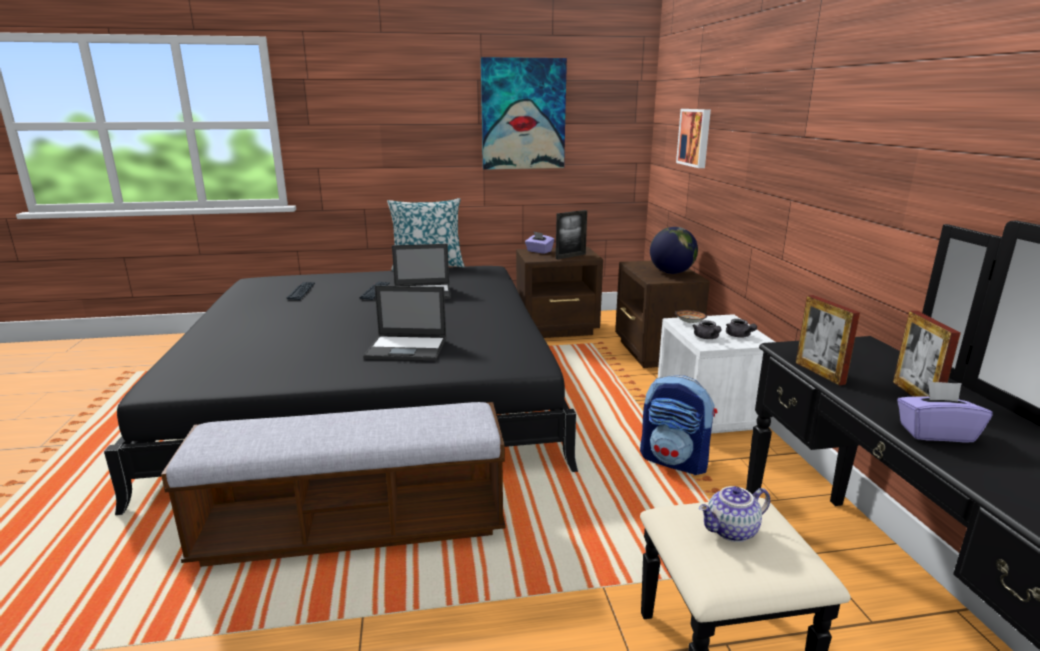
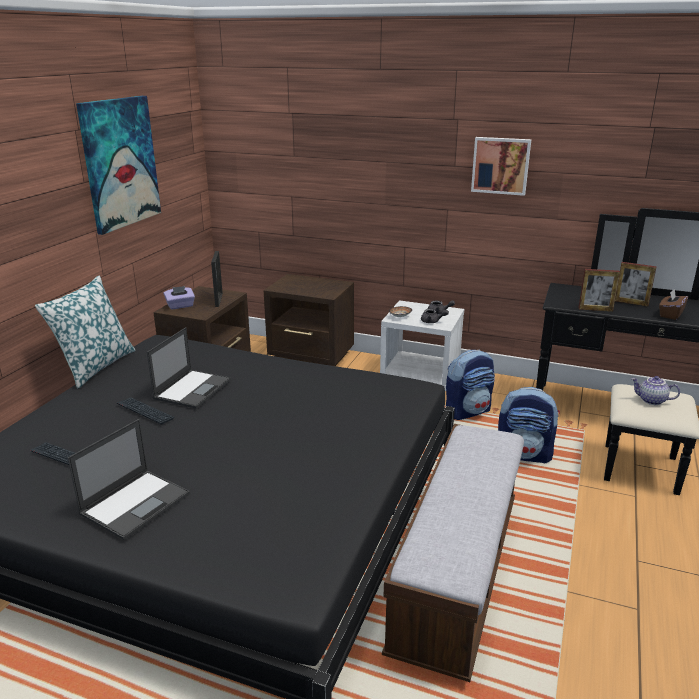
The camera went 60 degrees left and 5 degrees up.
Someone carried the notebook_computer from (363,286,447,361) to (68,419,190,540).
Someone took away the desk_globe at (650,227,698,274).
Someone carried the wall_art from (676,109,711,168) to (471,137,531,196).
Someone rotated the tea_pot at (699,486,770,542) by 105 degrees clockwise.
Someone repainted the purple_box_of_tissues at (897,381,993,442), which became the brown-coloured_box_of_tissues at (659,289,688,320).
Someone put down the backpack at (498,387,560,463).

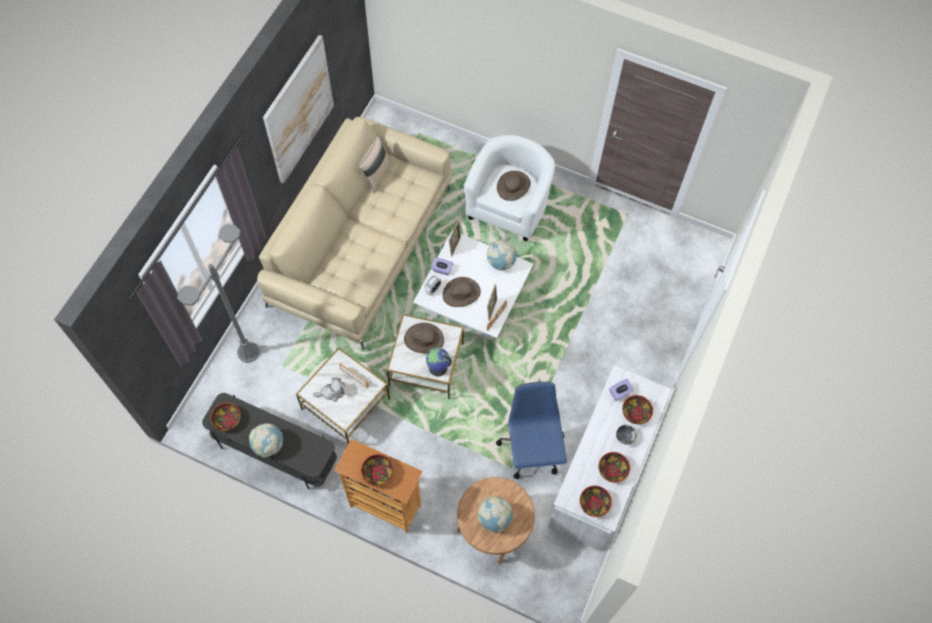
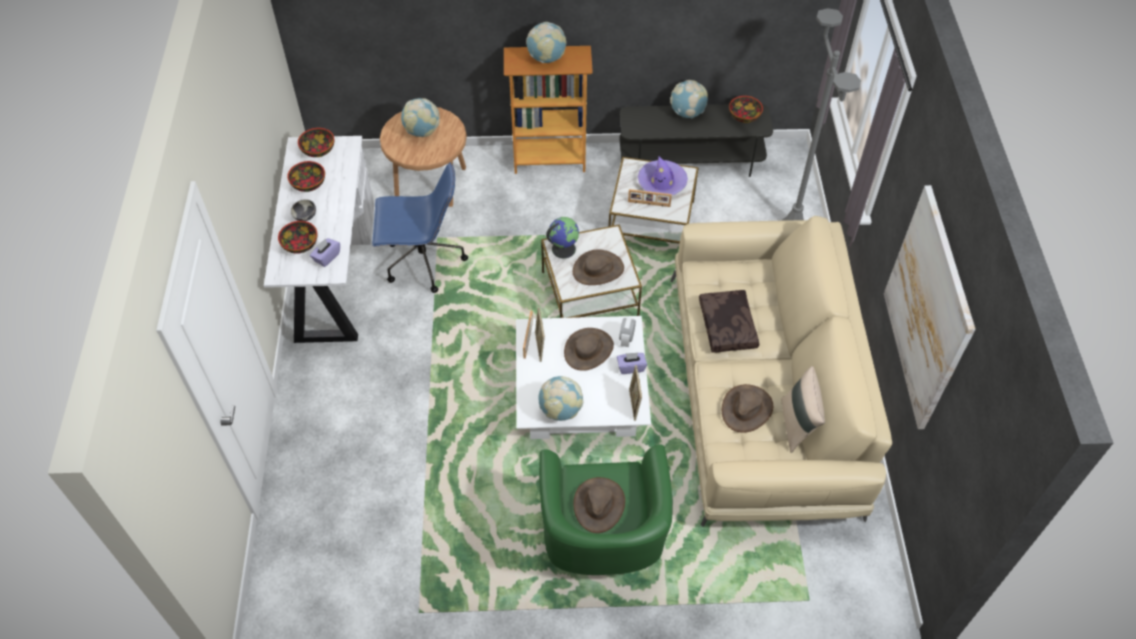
The camera went 155 degrees right and 10 degrees down.
Someone swapped the soft_toy at (313,378,345,402) for the purple_hat at (638,157,688,195).
Someone swapped the deep_dish at (361,454,394,486) for the desk_globe at (526,22,566,63).
Someone repainted the whitish_easy_chair at (464,135,555,241), which became the green-coloured_easy_chair at (539,445,673,575).
Someone rotated the blue_computer_chair at (496,382,567,479) by 60 degrees counterclockwise.
Someone put down the brown-coloured_pillow at (699,290,759,353).
Someone put down the brown-coloured_hat at (722,384,773,433).

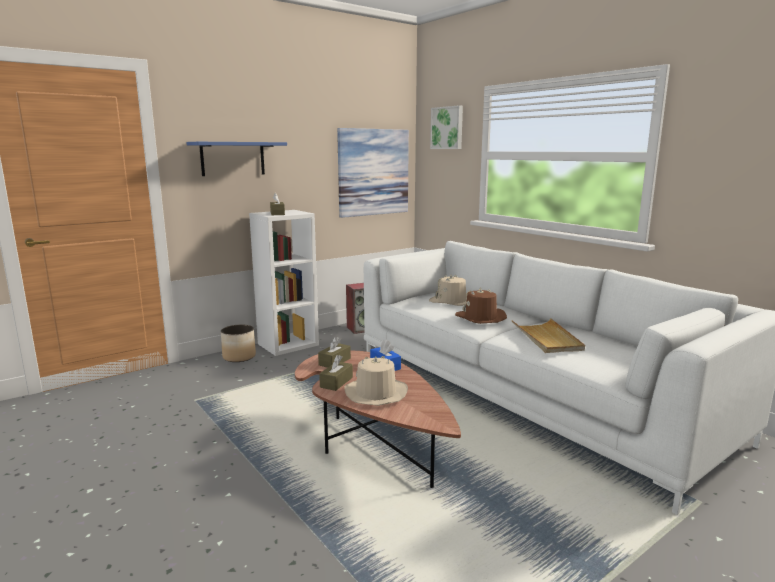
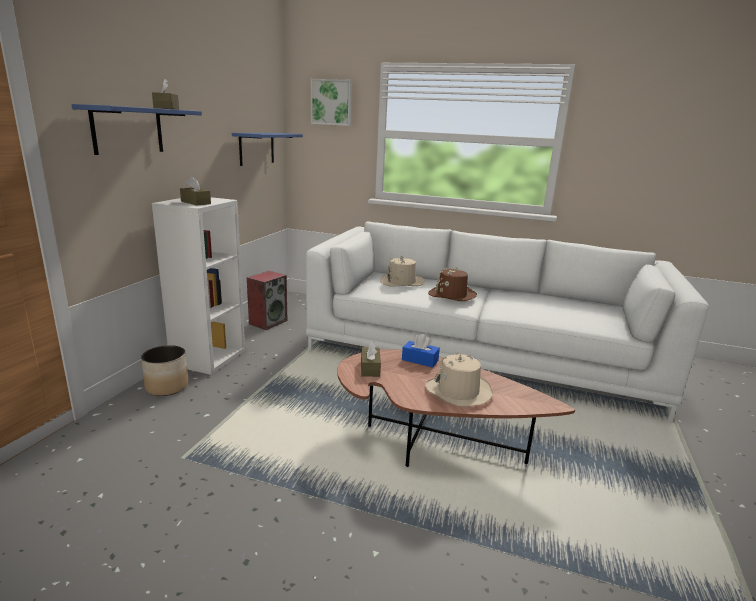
The camera went 35 degrees left and 5 degrees up.
Someone carried the brown-coloured_box_of_tissues from (319,355,353,391) to (152,79,179,110).
Someone swapped the wall_art at (337,128,409,218) for the blue_bracket_shelf at (232,133,303,166).
Someone took away the beige-coloured_carrying_tray at (512,318,585,353).

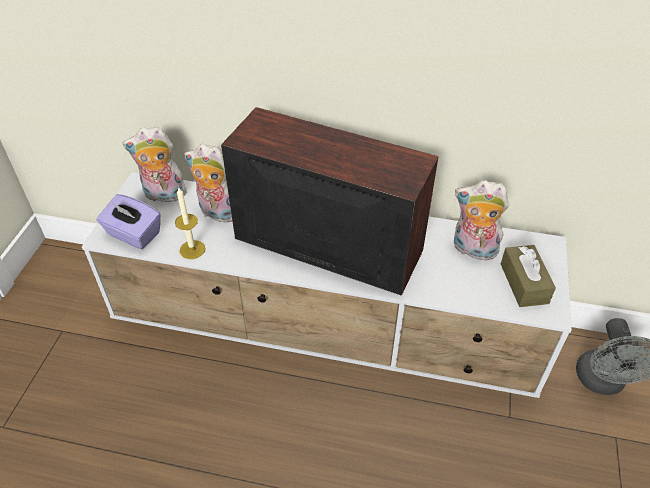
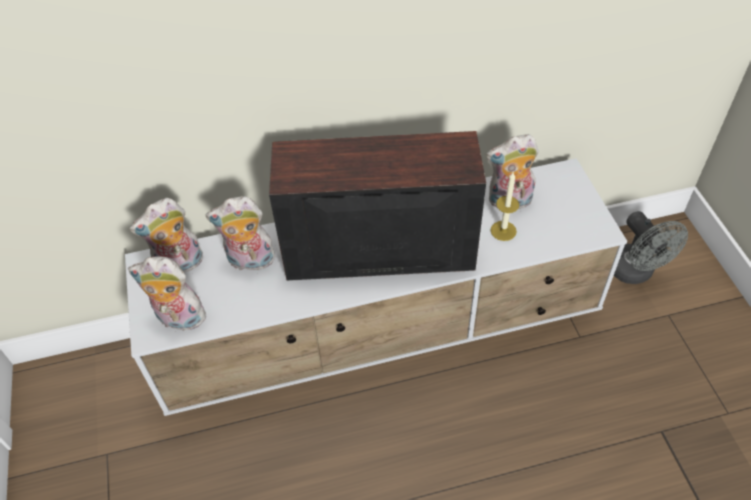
The camera went 25 degrees left and 5 degrees up.
Someone swapped the purple_box_of_tissues at (96,194,161,249) for the soft_toy at (128,256,208,331).
Someone carried the wax_light from (175,188,205,259) to (491,172,519,241).
Someone took away the brown-coloured_box_of_tissues at (501,245,556,307).

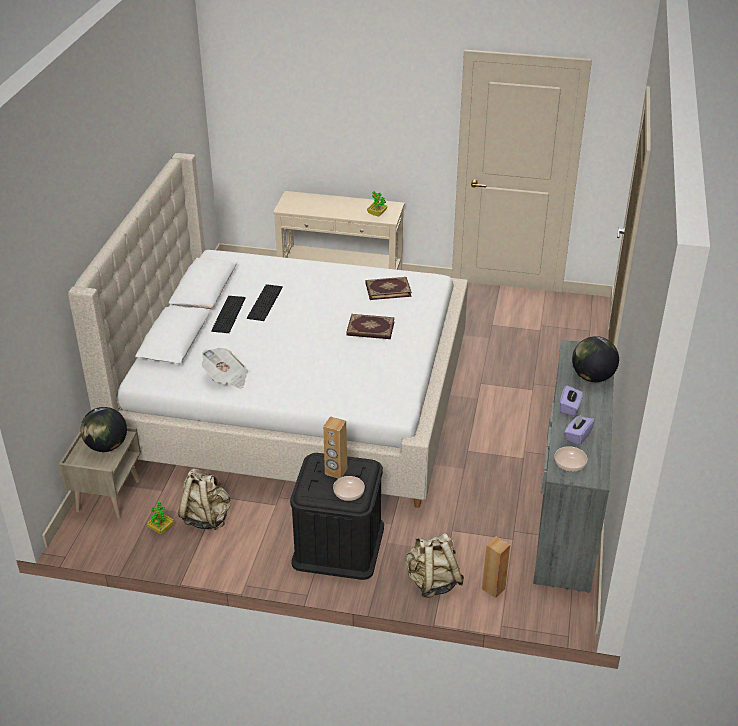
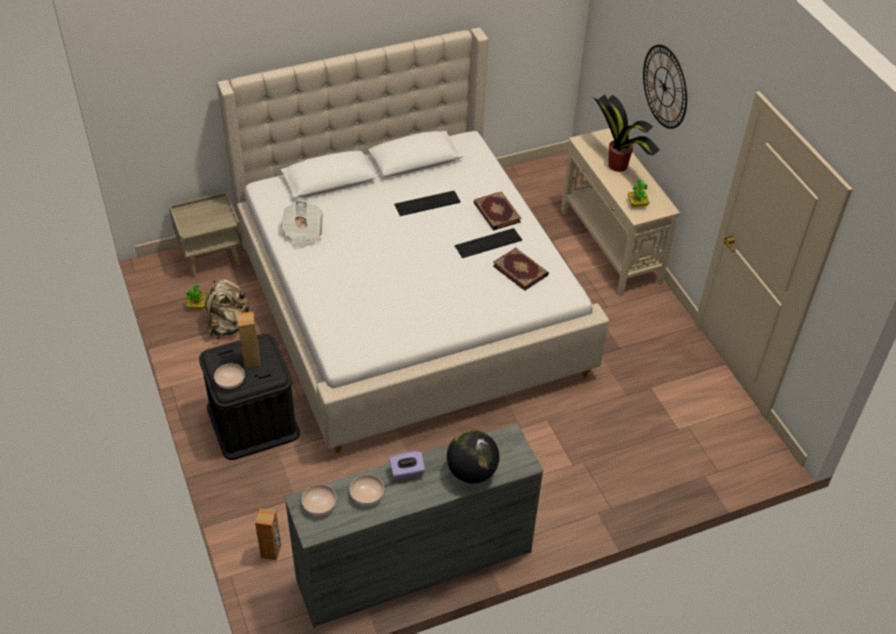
The camera went 55 degrees right and 10 degrees up.
Someone took away the desk_globe at (80,407,127,452).
Someone carried the PC_keyboard from (211,296,246,333) to (455,228,522,258).
Someone carried the volume from (346,314,395,339) to (473,191,521,230).
Someone took away the beige-coloured_backpack at (406,533,464,598).
Someone swapped the purple_box_of_tissues at (564,414,595,446) for the deep_dish at (350,475,384,505).
Someone put down the potted_plant at (593,95,660,172).
Someone put up the wall_clock at (643,45,687,129).

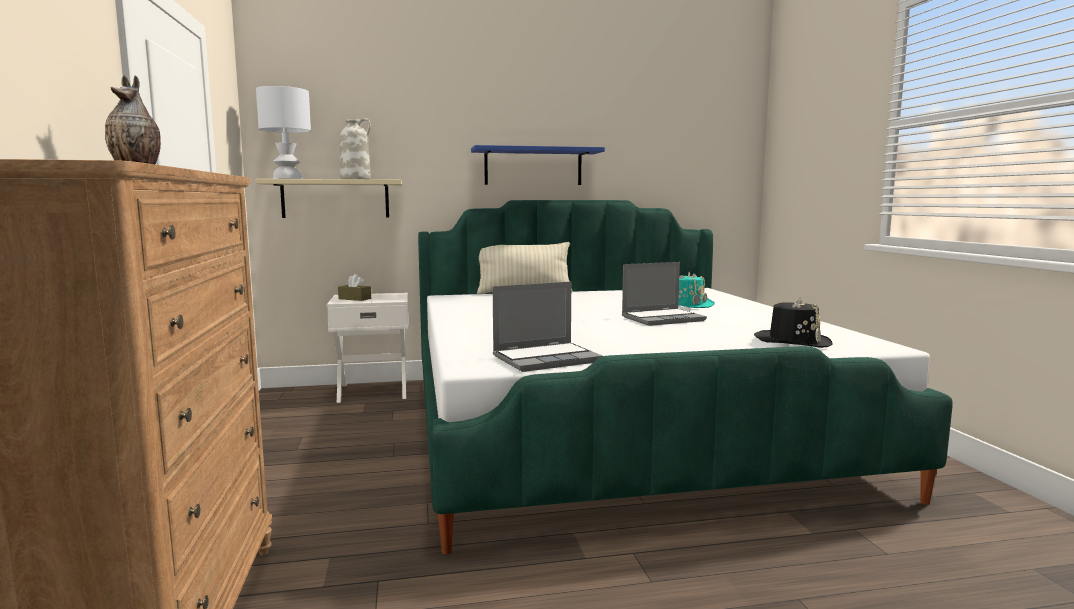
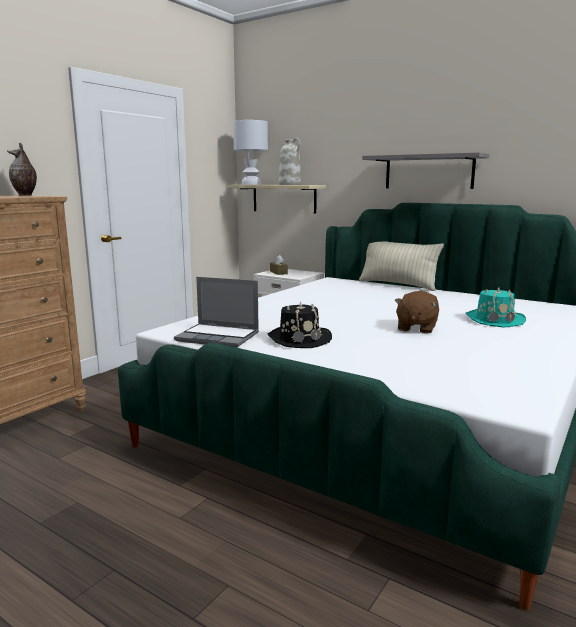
The camera went 45 degrees right and 5 degrees up.
Someone repainted the blue_bracket_shelf at (471,145,605,185), which became the grey_bracket_shelf at (362,152,490,189).
Someone swapped the notebook_computer at (622,262,707,326) for the brown-coloured_soft_toy at (395,291,439,334).
Someone carried the black-coloured_hat from (754,298,833,348) to (268,302,332,348).

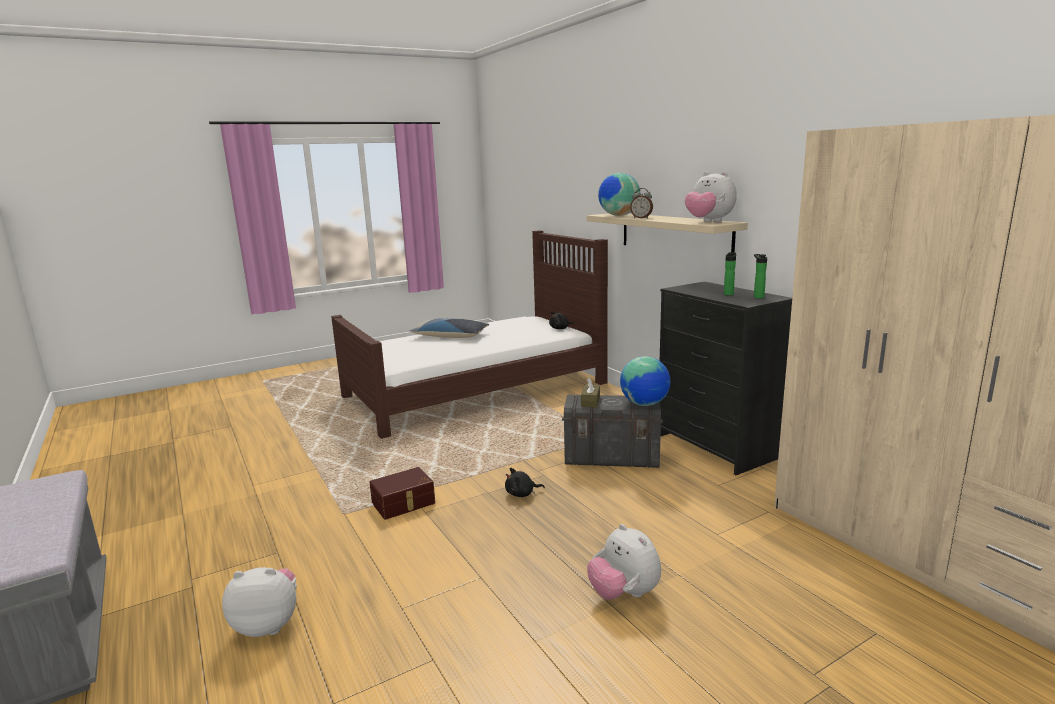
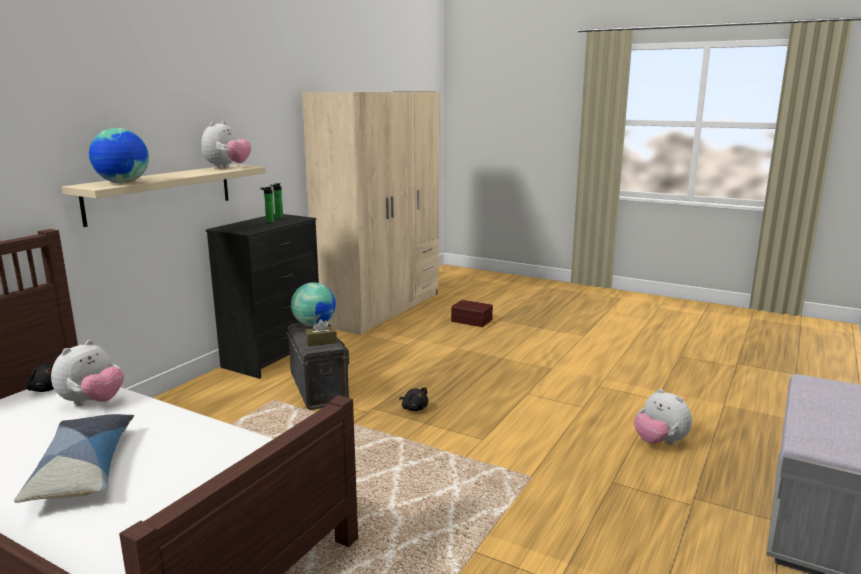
The camera went 120 degrees left and 0 degrees up.
Someone carried the brown-coloured_storage_box from (369,467,435,520) to (451,300,493,327).
Someone carried the soft_toy from (587,524,661,600) to (51,340,124,406).
Someone took away the bedside_clock at (630,188,653,219).

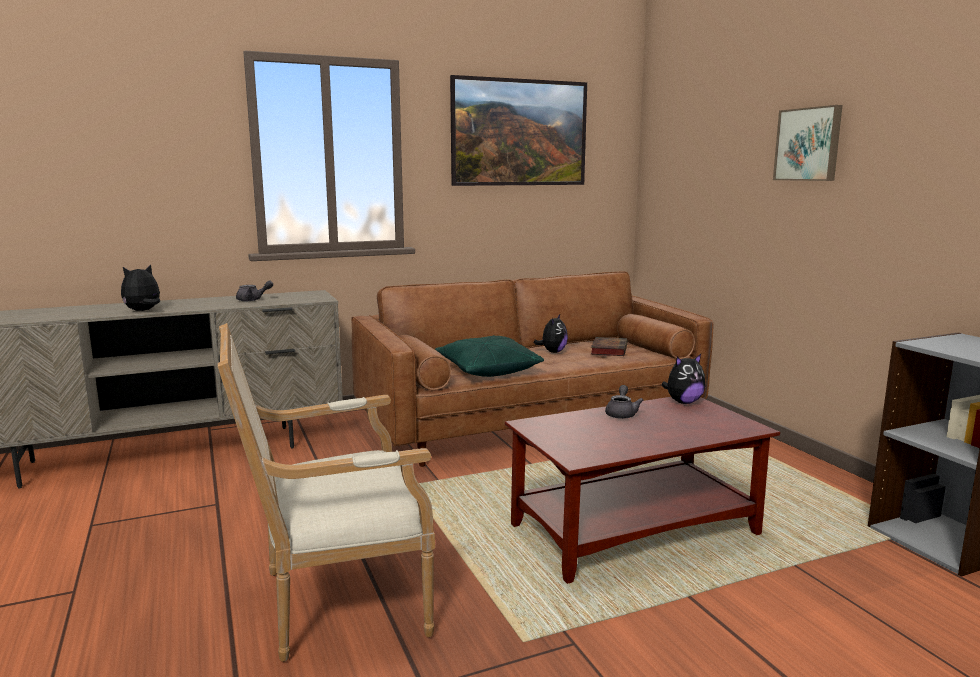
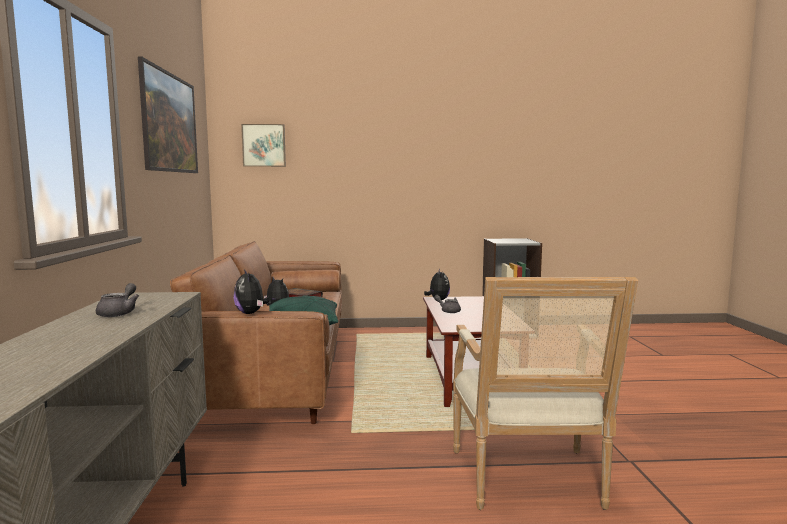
The camera went 70 degrees left and 5 degrees down.
Someone carried the soft_toy from (121,265,160,311) to (234,269,271,314).
Someone carried the wall_art from (773,105,843,181) to (241,124,286,167).

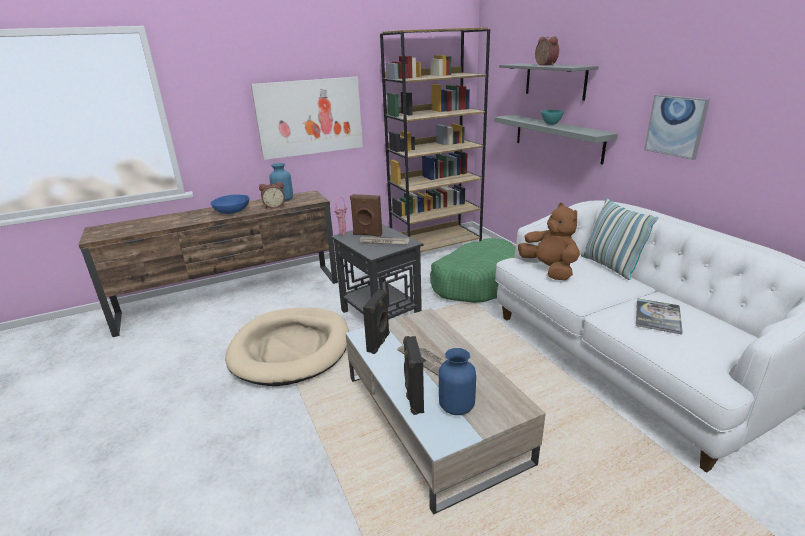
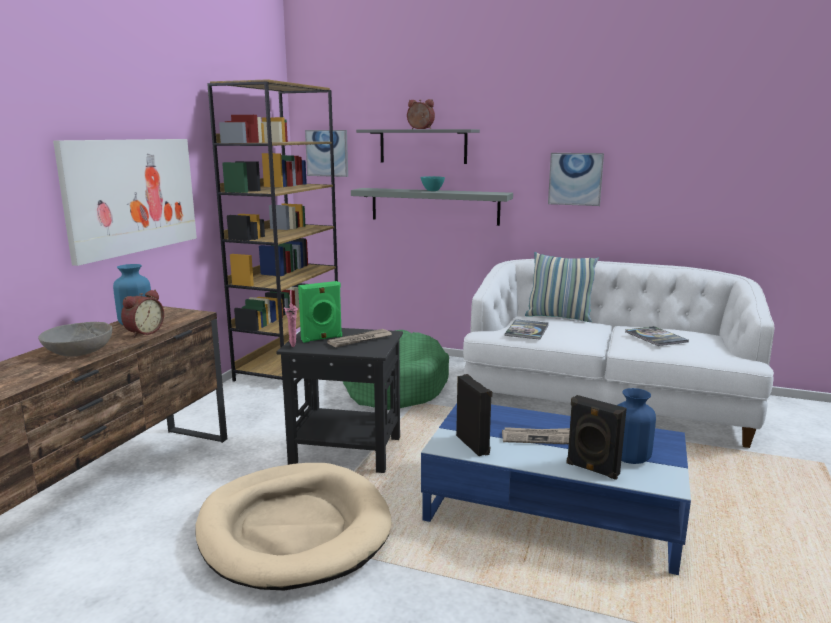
The camera went 45 degrees left and 10 degrees down.
Someone repainted the blue_deep_dish at (211,195,250,214), which became the grey_deep_dish at (38,322,112,357).
Someone repainted the beige-coloured_low_table at (346,308,546,515), which became the blue_low_table at (421,404,691,575).
Someone repainted the brown-coloured_loudspeaker at (350,194,382,237), which became the green-coloured_loudspeaker at (298,281,342,343).
Someone swapped the brown-coloured_soft_toy at (518,203,580,280) for the volume at (505,319,549,340).
Someone put up the wall_art at (305,130,348,177).

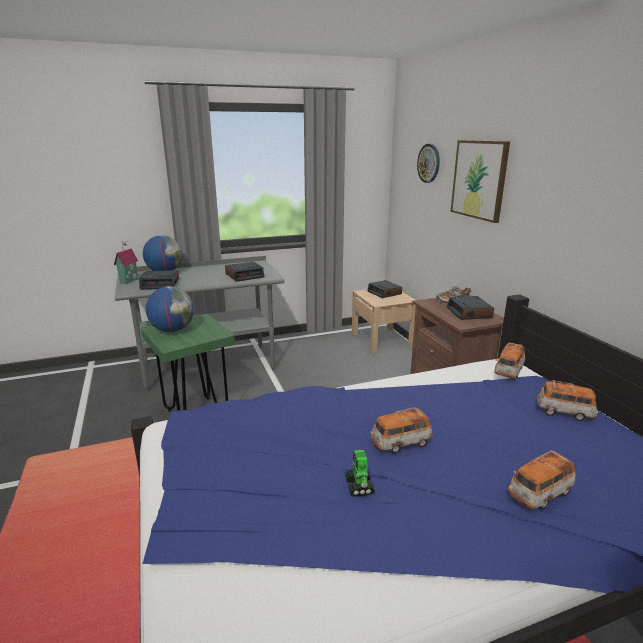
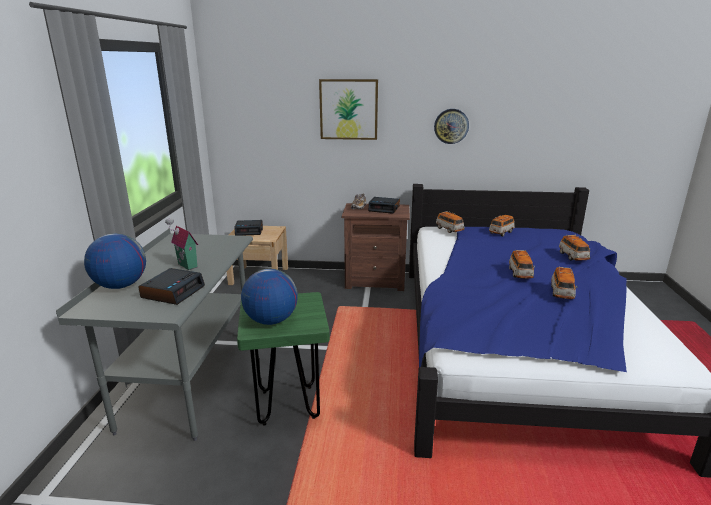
The camera went 65 degrees left and 0 degrees up.
Someone carried the model_house from (114,240,138,284) to (165,218,198,270).
Someone took away the bedside_clock at (225,262,264,282).
Someone swapped the model_robot at (345,450,375,497) for the model_car at (551,267,577,299).
Someone carried the wall_clock from (417,144,440,183) to (434,109,469,144).

